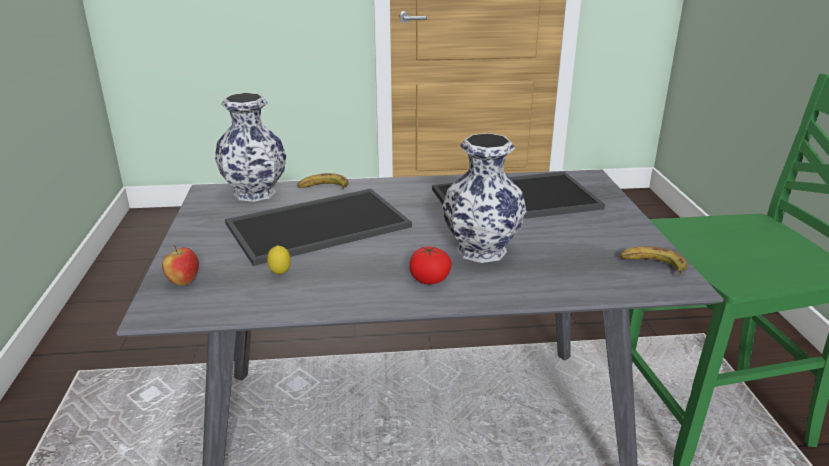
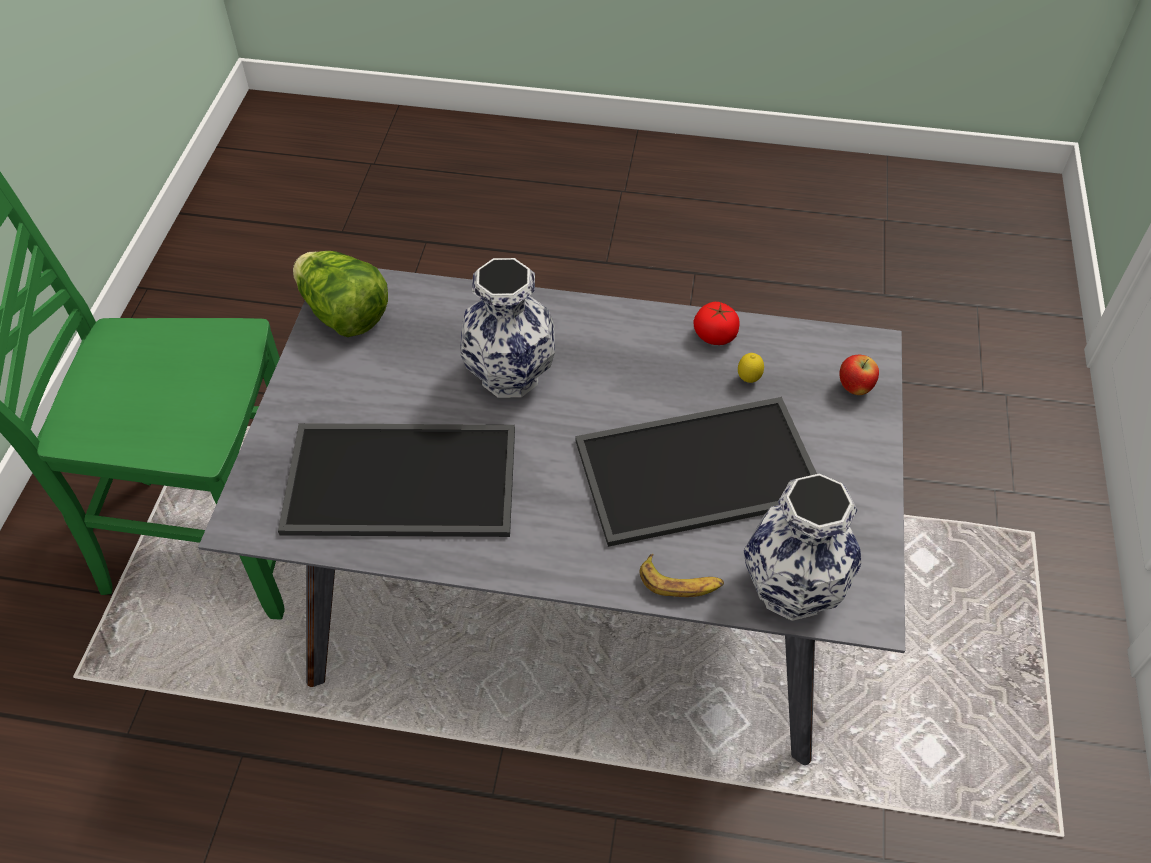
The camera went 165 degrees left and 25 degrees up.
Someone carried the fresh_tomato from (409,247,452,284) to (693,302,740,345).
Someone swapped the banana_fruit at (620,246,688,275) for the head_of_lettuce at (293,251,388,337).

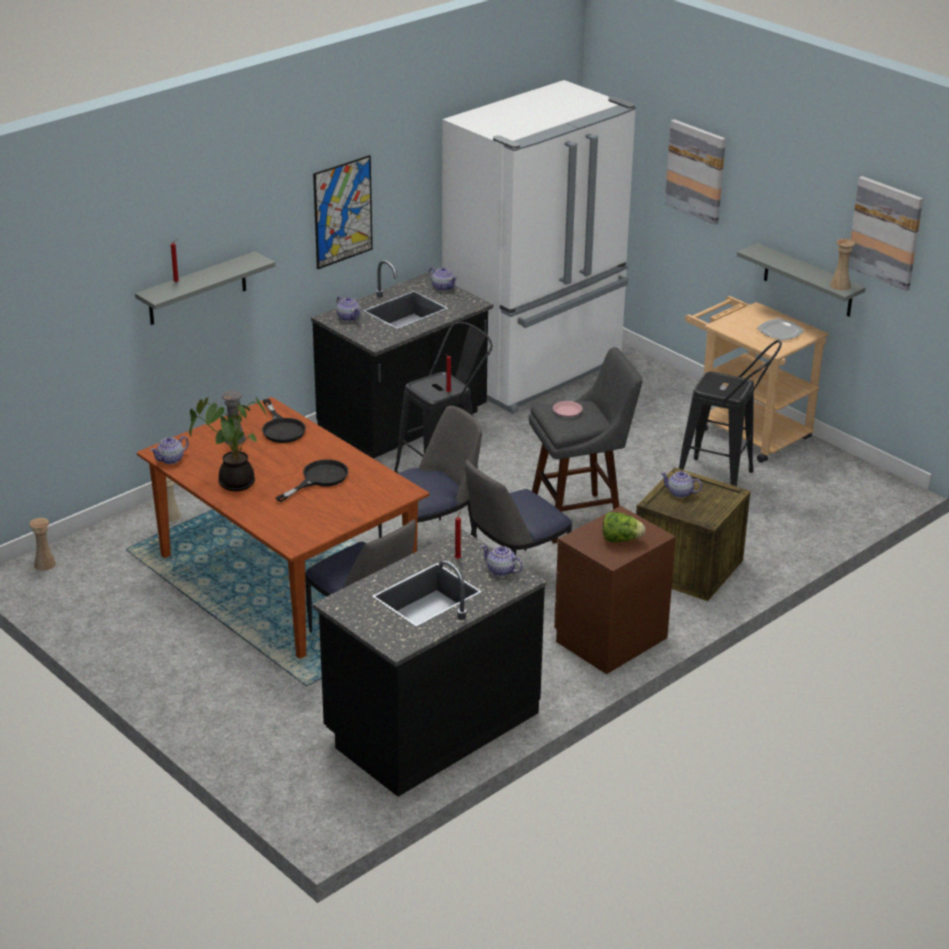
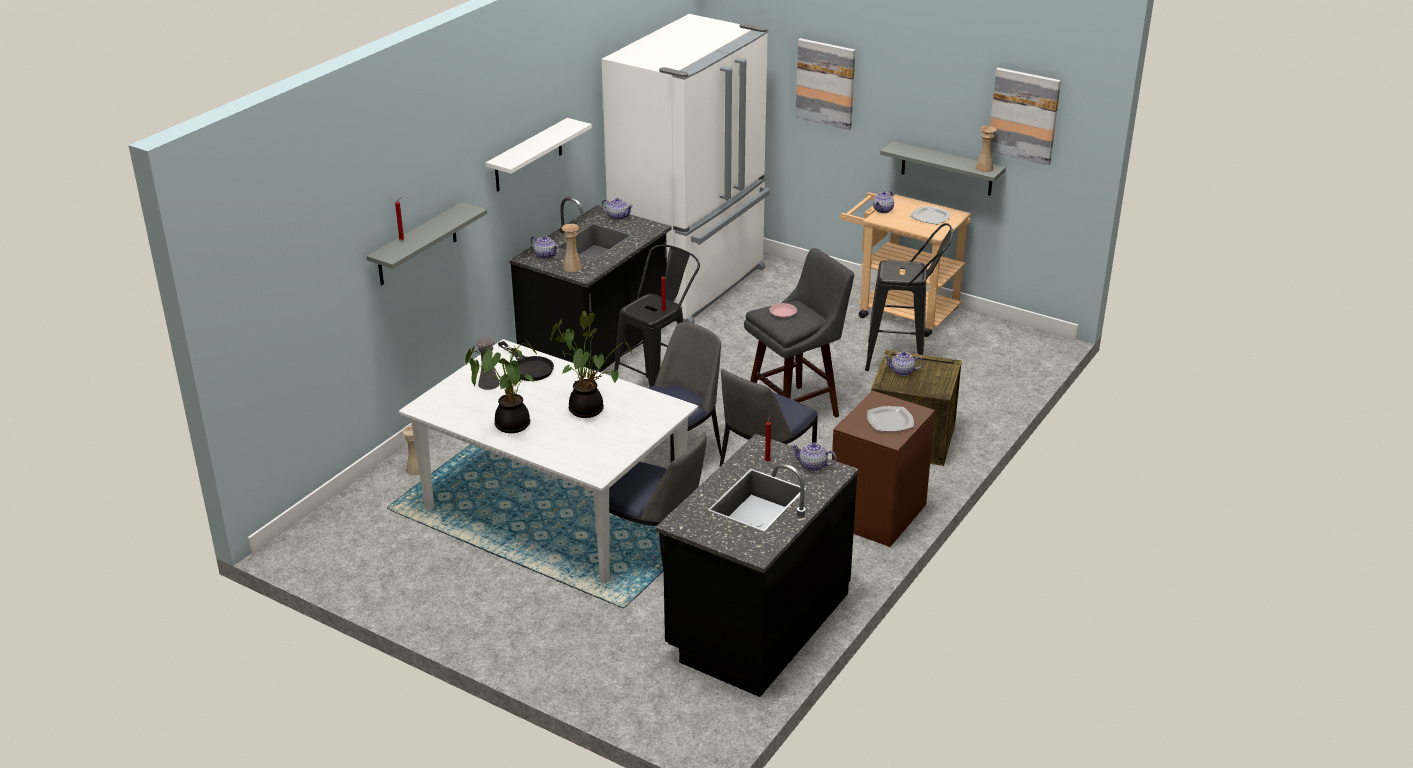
The camera went 15 degrees left and 0 degrees up.
Someone carried the beige-coloured_decorative_vase from (29,518,56,571) to (561,224,582,272).
Someone repainted the brown-coloured_dinner_table at (137,397,430,659), which became the whitish_dinner_table at (399,339,698,584).
Someone carried the tea_pot from (150,436,189,464) to (873,191,894,213).
Someone swapped the black-coloured_pan at (275,459,348,502) for the potted_plant at (550,311,632,418).
Someone swapped the wall_art at (313,155,373,269) for the whitish_bracket_shelf at (486,118,592,191).
Someone swapped the head_of_lettuce at (603,512,645,543) for the dinner_plate at (867,406,914,431).

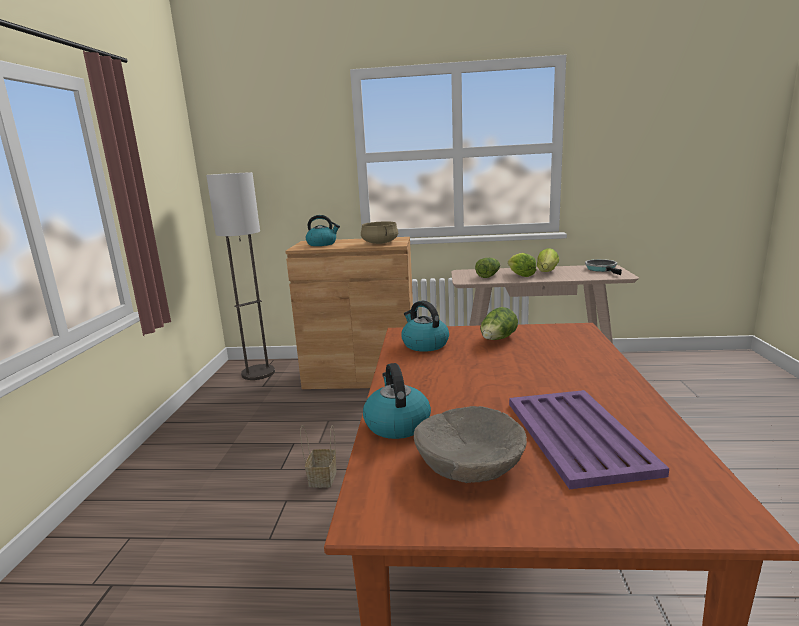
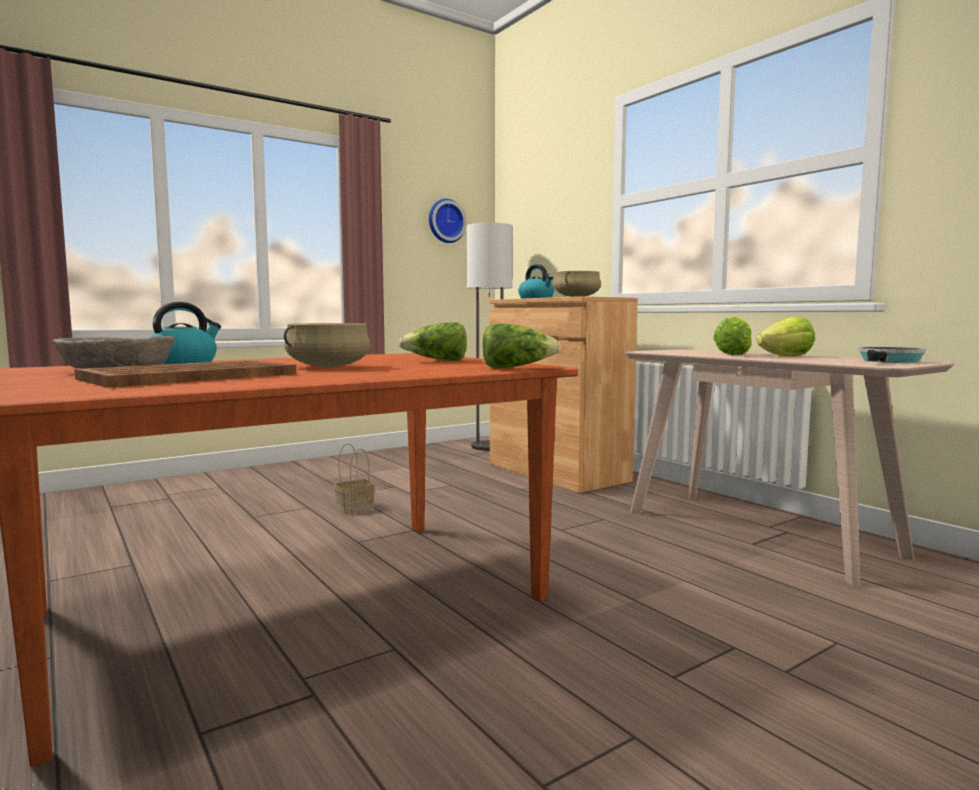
The camera went 50 degrees right and 10 degrees down.
Someone took away the tea_kettle at (401,301,449,352).
Someone carried the head_of_lettuce from (475,258,500,278) to (482,323,561,368).
Someone repainted the purple_carrying_tray at (509,390,669,489), which became the brown-coloured_carrying_tray at (74,360,296,388).
Someone put down the beige-coloured_cooking_pot at (284,323,370,367).
Someone put up the wall_clock at (429,199,466,243).

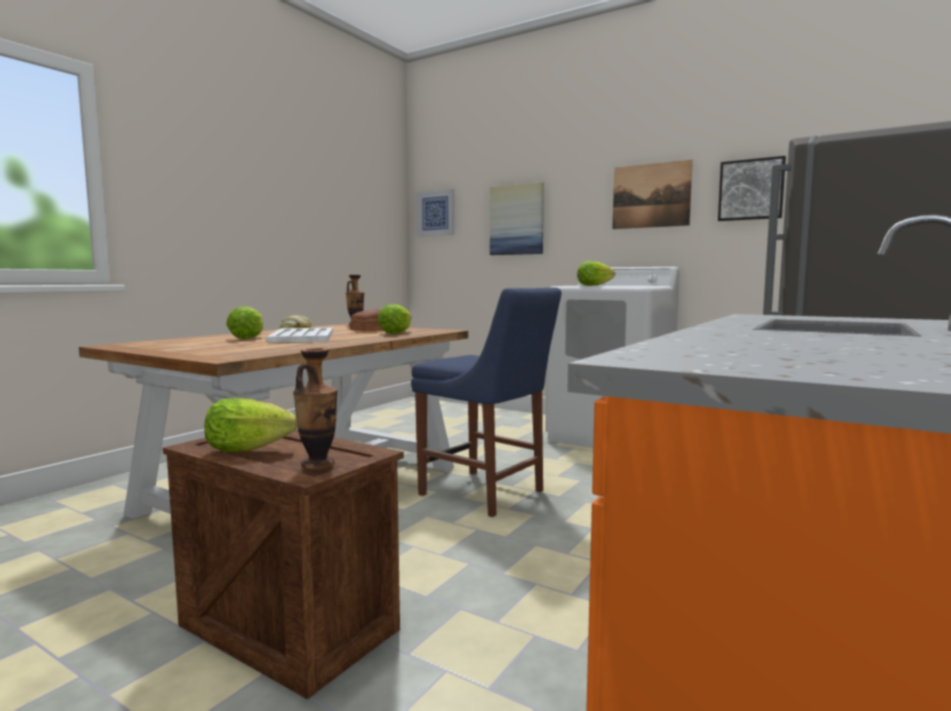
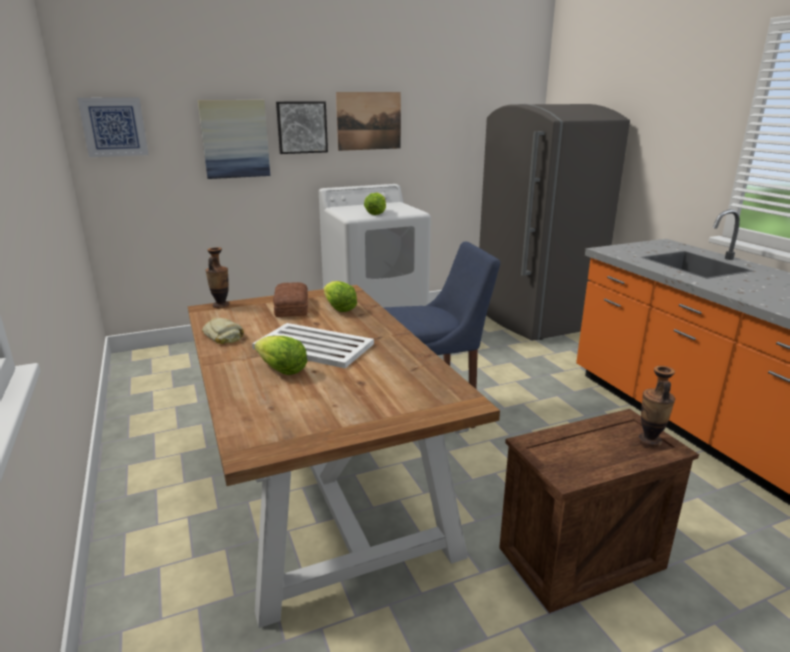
The camera went 55 degrees left and 15 degrees up.
Someone took away the head_of_lettuce at (204,398,297,452).
Someone carried the wall_art from (718,156,786,221) to (276,101,328,154).

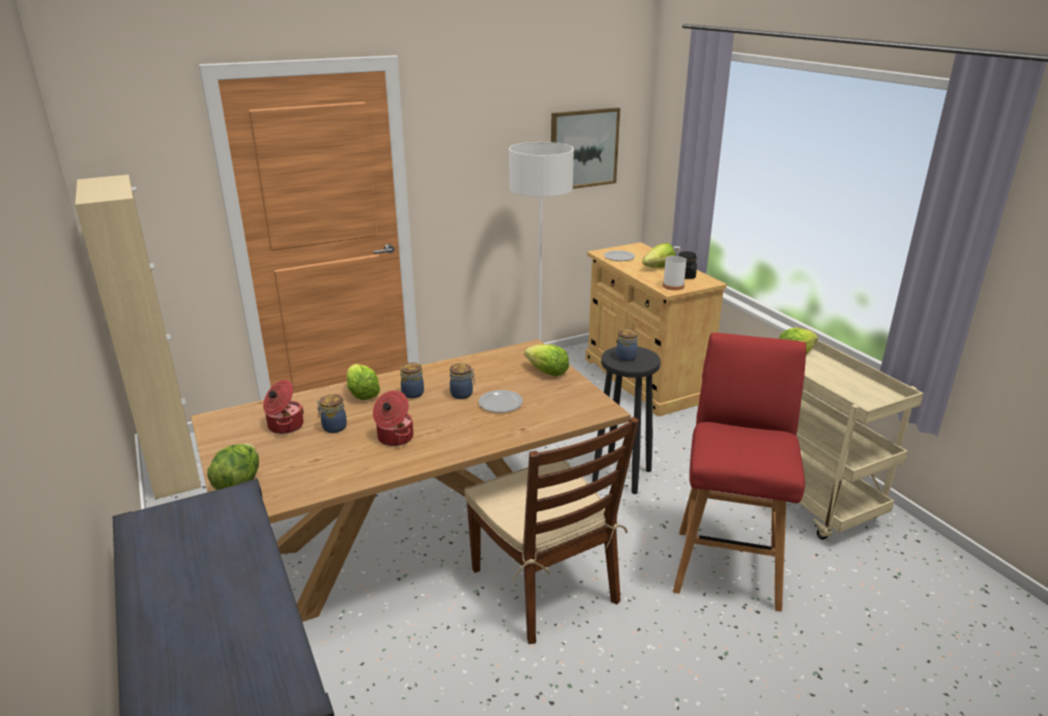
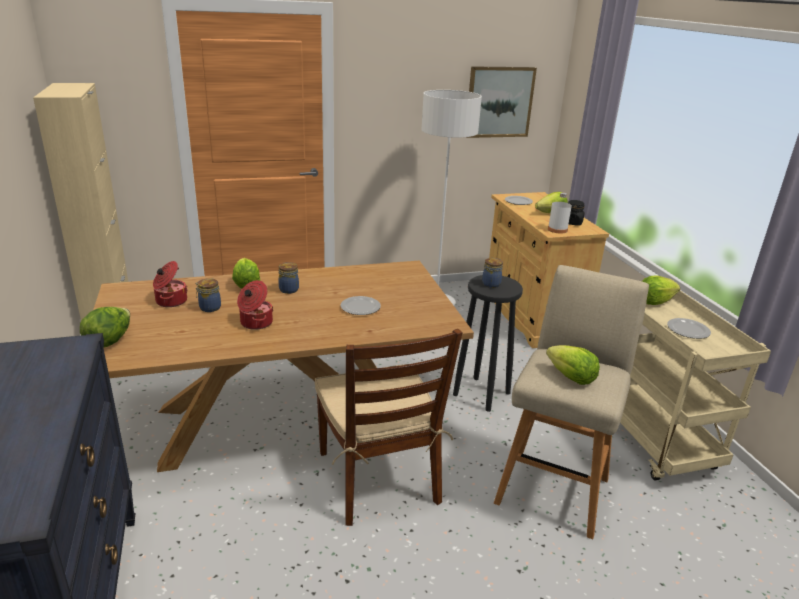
The camera went 10 degrees right and 0 degrees up.
Someone took away the preserve_jar at (450,363,475,399).
Someone carried the head_of_lettuce from (524,344,569,376) to (546,345,600,385).
Someone repainted the red_sitting_stool at (673,333,806,612), which became the beige-coloured_sitting_stool at (494,265,649,539).
Someone put down the dinner_plate at (667,318,711,339).

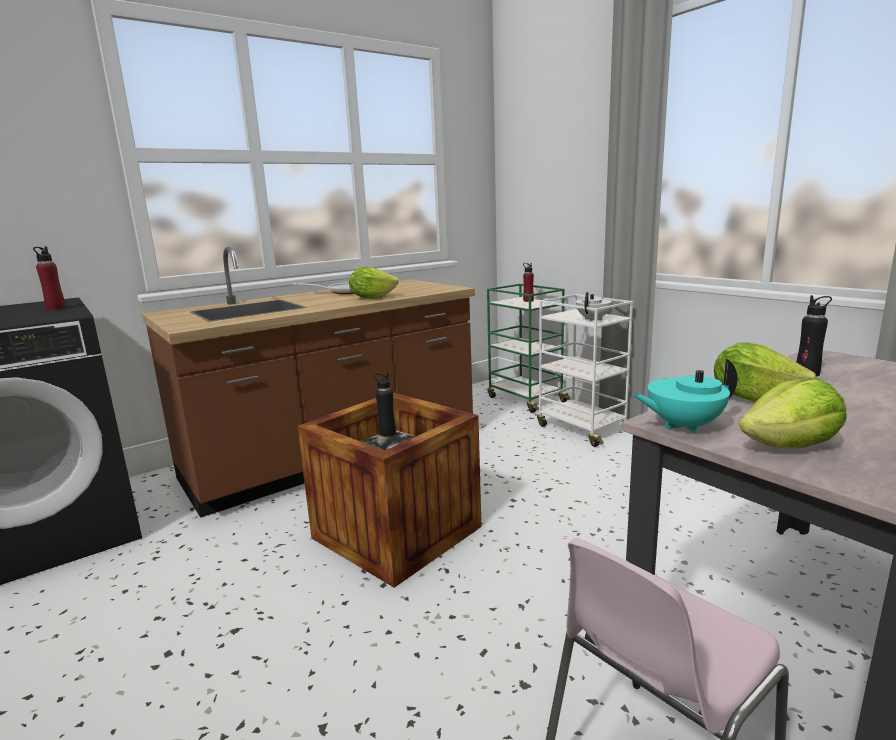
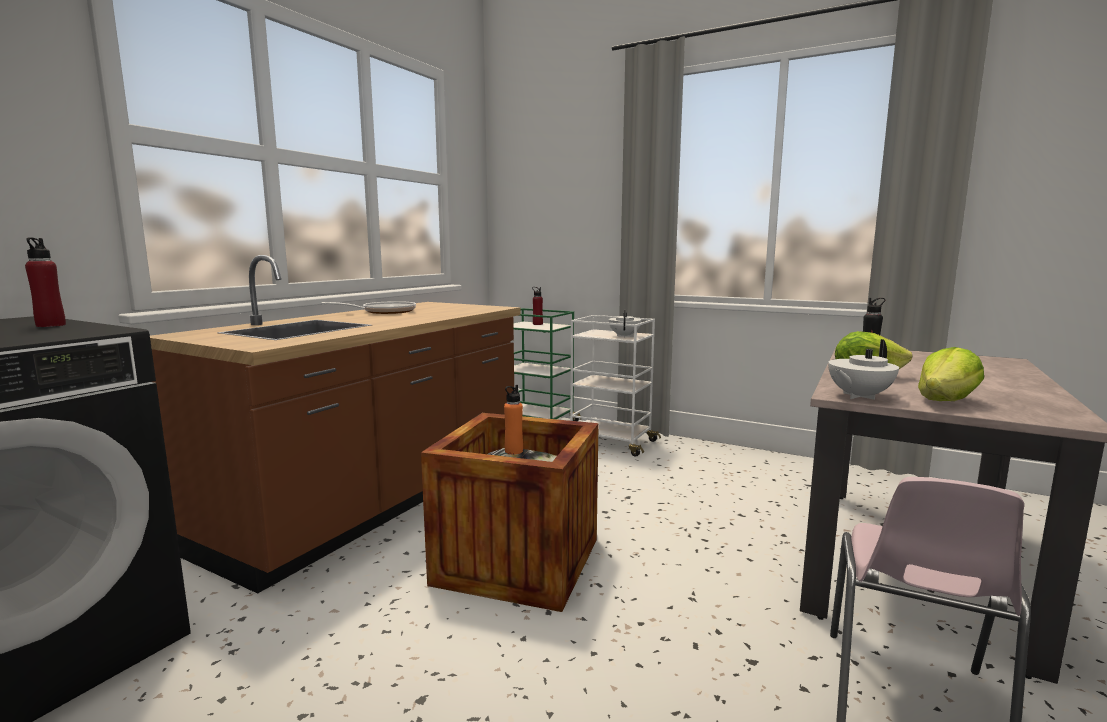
The camera went 25 degrees left and 5 degrees down.
Someone took away the head_of_lettuce at (349,267,398,299).
Someone repainted the black-coloured_drink_bottle at (374,372,396,437), which became the orangey_drink_bottle at (504,385,523,454).
Someone repainted the turquoise_tea_pot at (632,359,737,433), which became the whitish_tea_pot at (828,339,899,400).

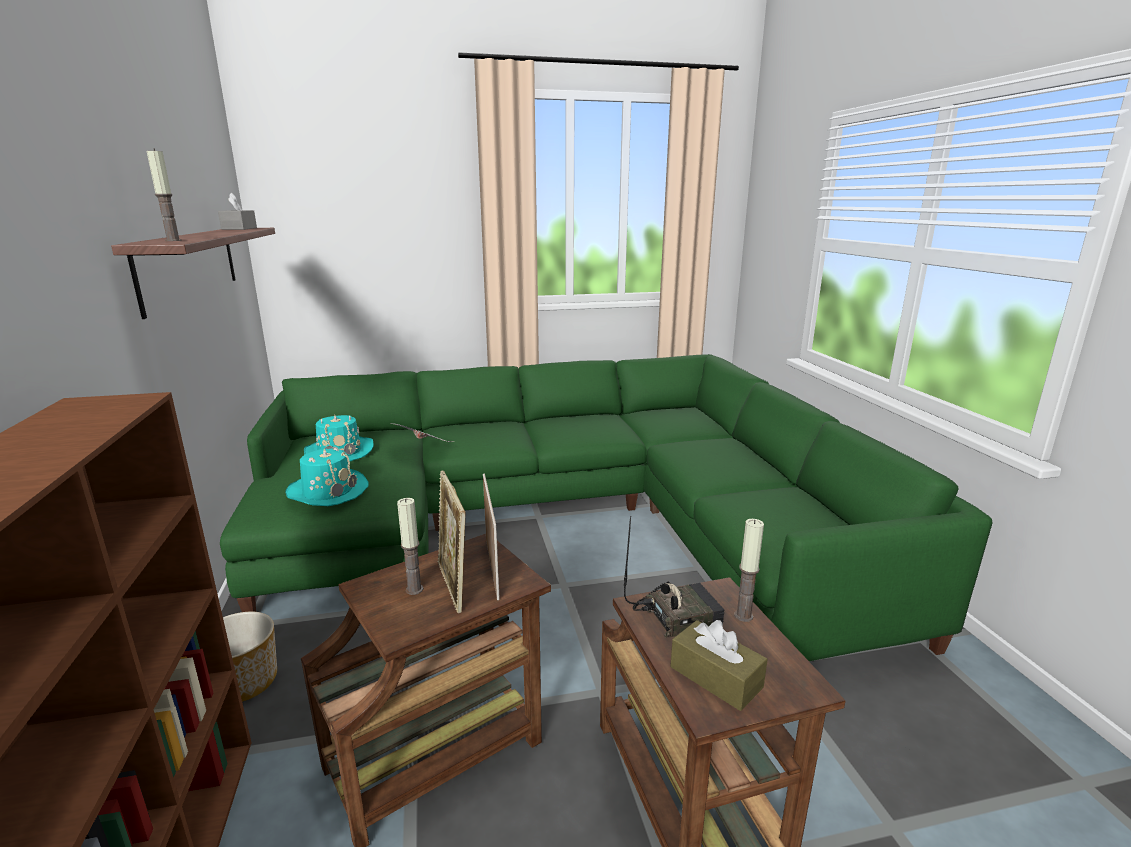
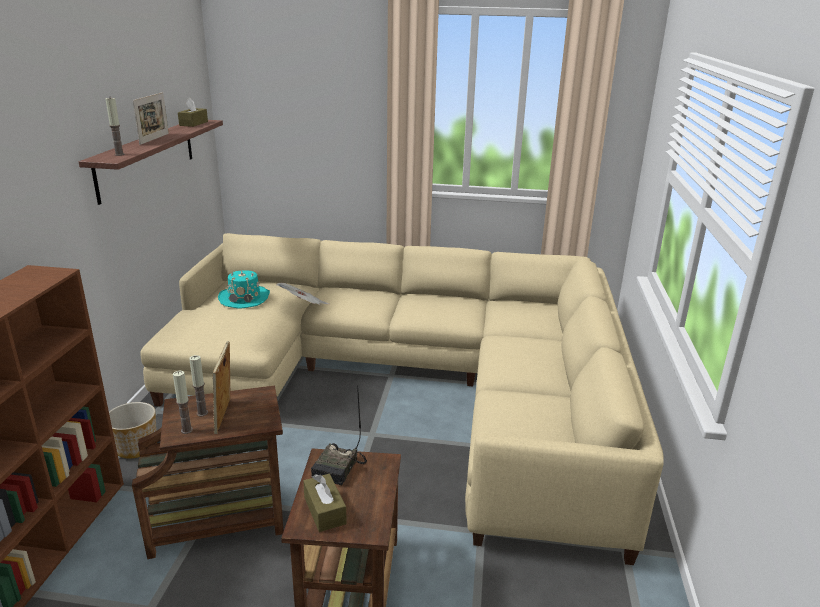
The camera went 20 degrees right and 5 degrees up.
Someone repainted the grey_box_of_tissues at (218,193,257,230), which became the brown-coloured_box_of_tissues at (178,98,208,127).
Someone repainted the green-coloured_couch at (220,354,992,661), which became the beige-coloured_couch at (140,233,664,565).
Someone took away the turquoise_hat at (285,447,369,506).
Someone carried the photo_frame from (483,474,500,600) to (133,92,169,145).
Someone rotated the radio at (624,516,724,638) by 105 degrees clockwise.
Someone carried the wax_light from (734,519,764,622) to (173,371,193,434).

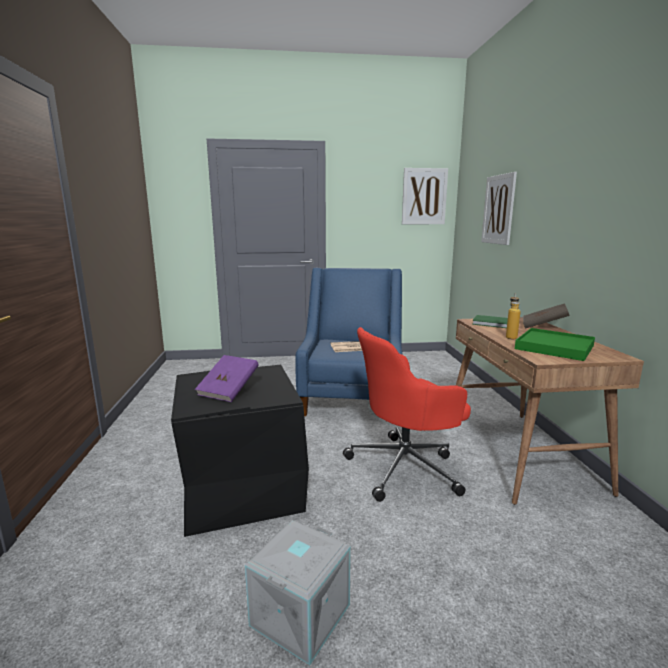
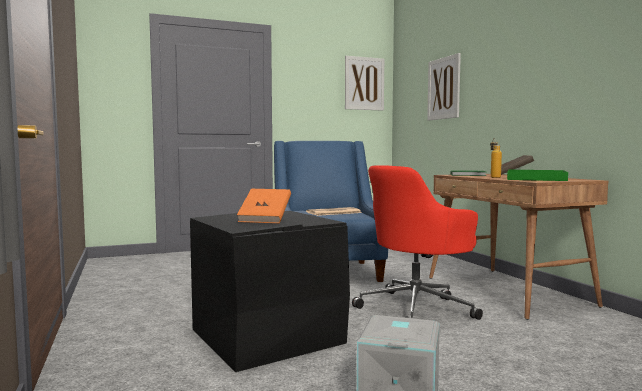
The camera went 15 degrees left and 10 degrees down.
Someone repainted the purple_volume at (195,355,259,402), which became the orangey_volume at (237,189,291,223).

